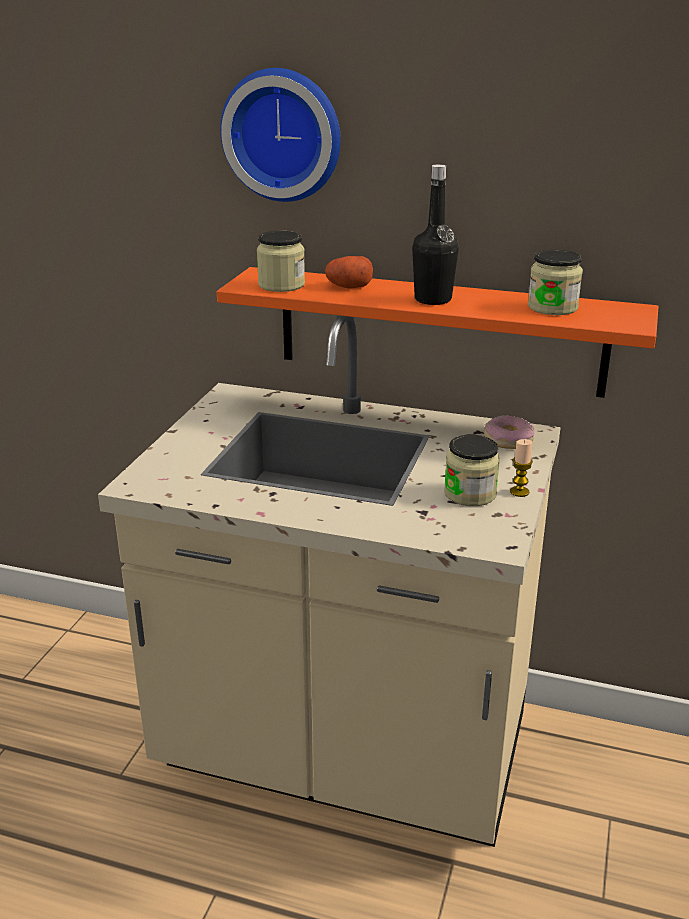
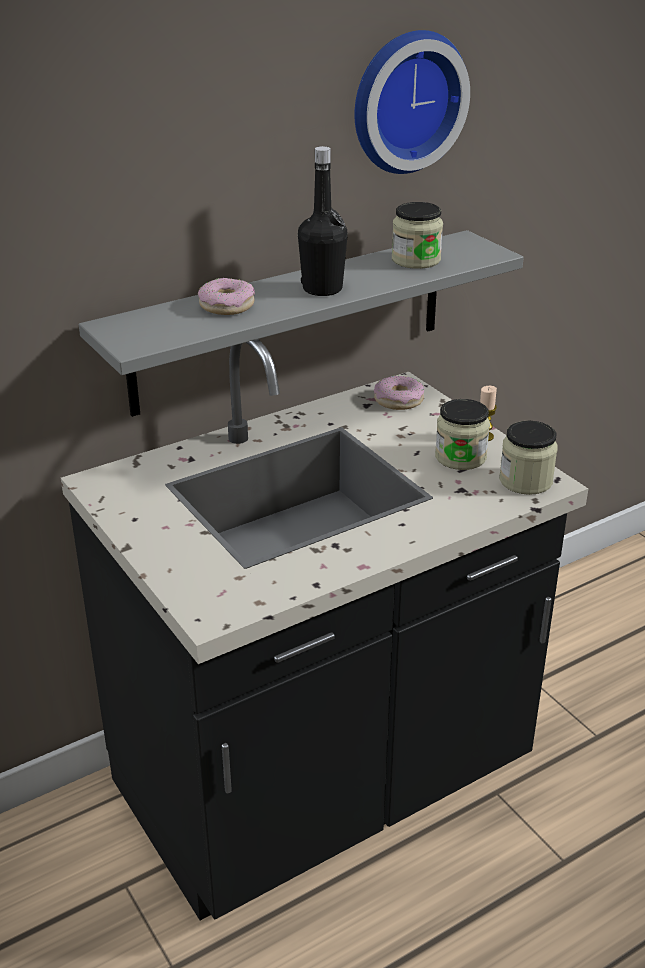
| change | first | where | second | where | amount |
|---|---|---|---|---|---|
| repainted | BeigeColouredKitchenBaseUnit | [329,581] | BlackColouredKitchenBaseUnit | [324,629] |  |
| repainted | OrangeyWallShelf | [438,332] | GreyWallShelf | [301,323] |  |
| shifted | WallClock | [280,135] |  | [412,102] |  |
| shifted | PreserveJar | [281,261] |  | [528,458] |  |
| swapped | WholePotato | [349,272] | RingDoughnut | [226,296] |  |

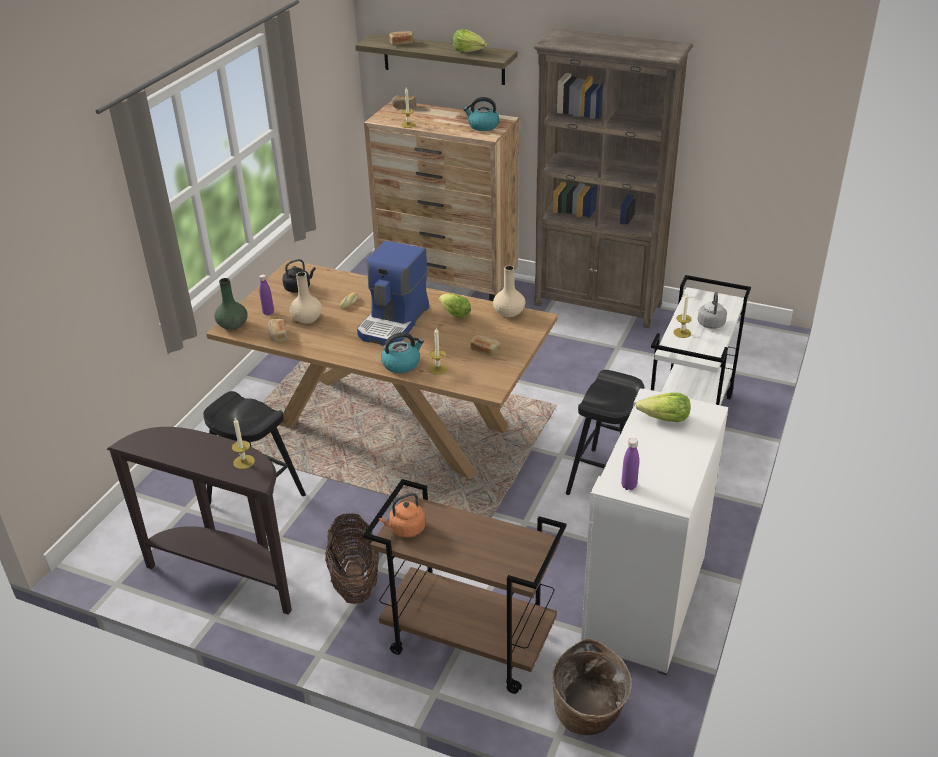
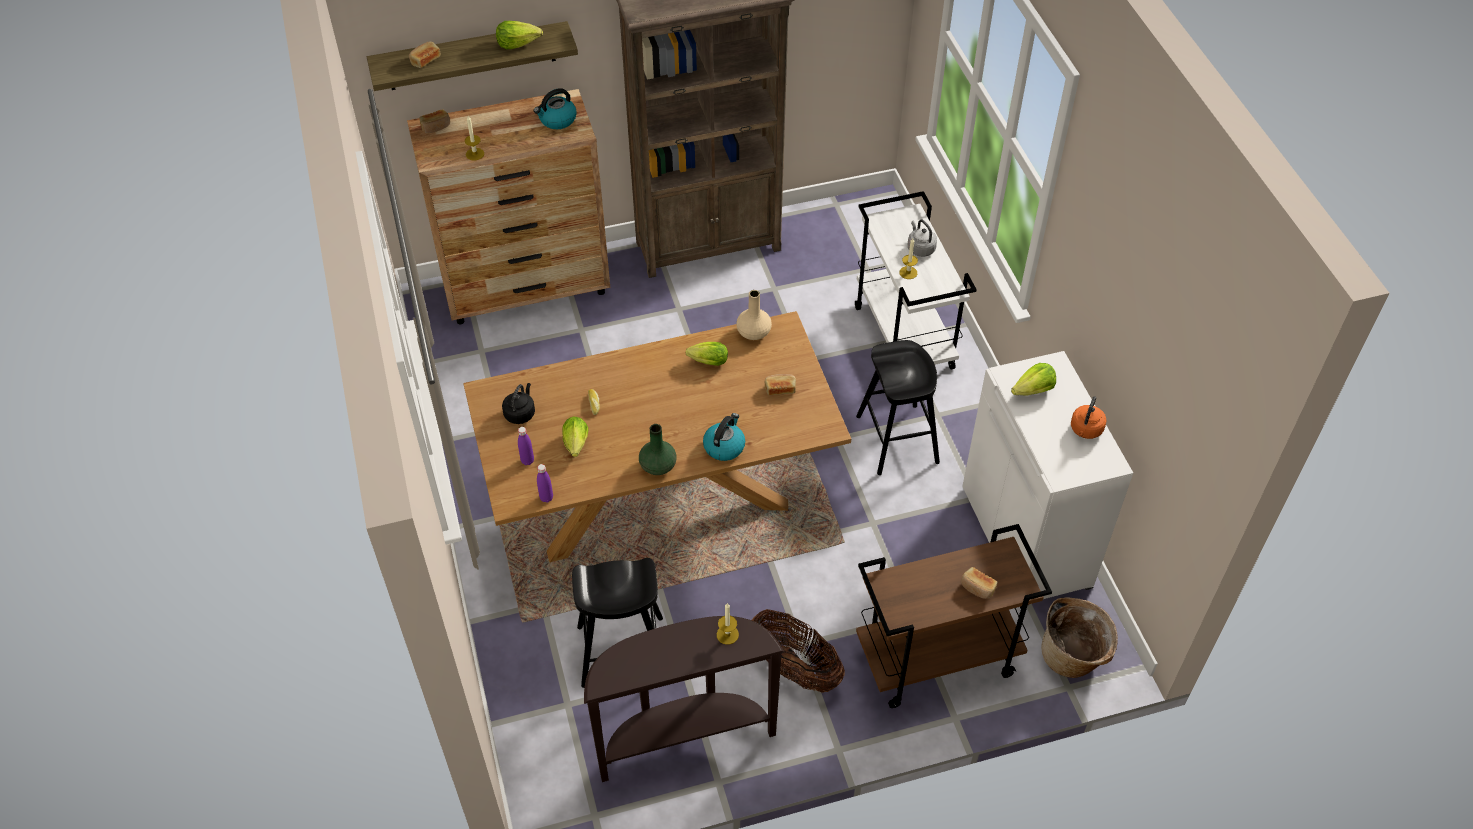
| change | first | where | second | where | amount |
|---|---|---|---|---|---|
| shifted | GreenishDecorativeVase | [230,304] |  | [658,449] |  |
| shifted | BakeryBread | [277,331] |  | [979,583] |  |
| swapped | BeigeColouredDecorativeVase | [306,298] | HeadOfLettuce | [575,437] |  |
| gone | CoffeeMachine | [393,293] |  |  |  |
| shifted | OrangeyTeaKettle | [402,515] |  | [1088,417] |  |
| gone | WaxCandle | [438,351] |  |  |  |
| shifted | PurplishBeverageBottle | [630,464] |  | [545,483] |  |

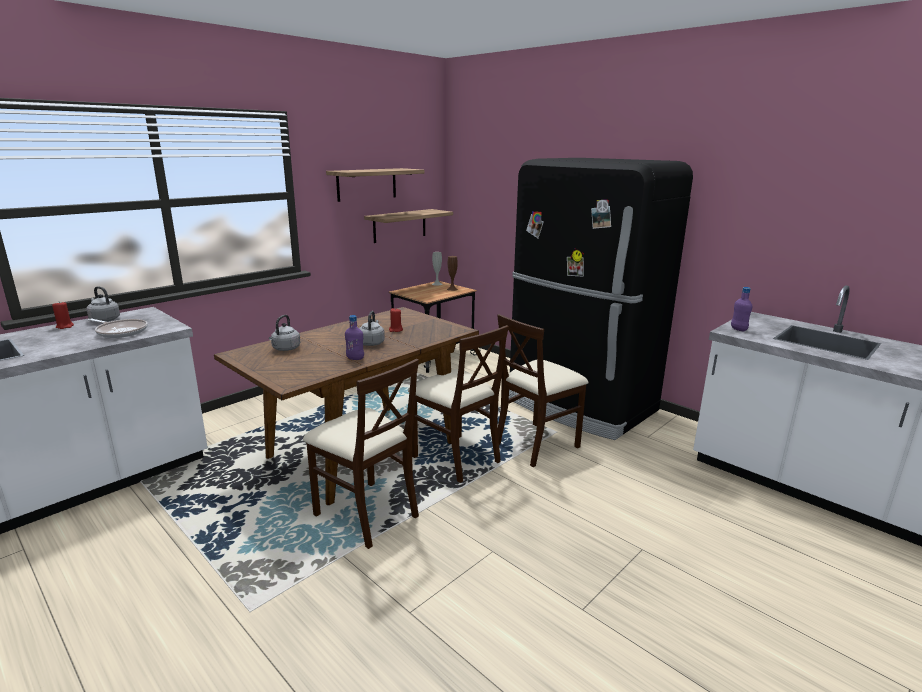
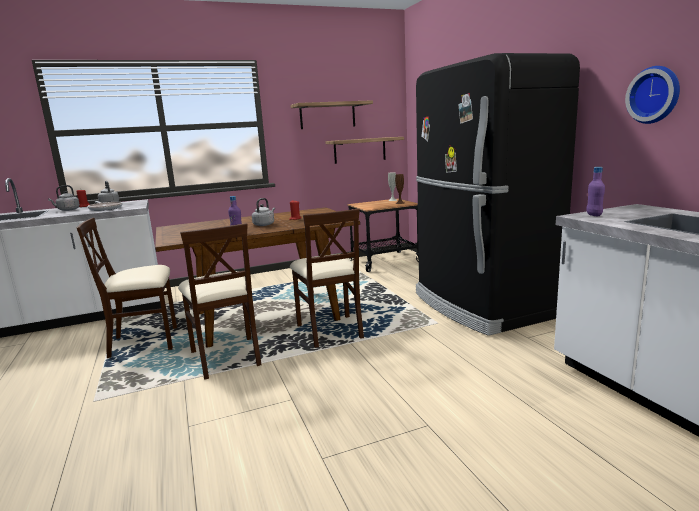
| change | first | where | second | where | amount |
|---|---|---|---|---|---|
| shifted | GreyTeaKettle | [284,333] |  | [64,198] |  |
| shifted | BeigeColouredPlainChair | [543,390] |  | [127,288] |  |
| new |  |  | WallClock | [652,95] |  |

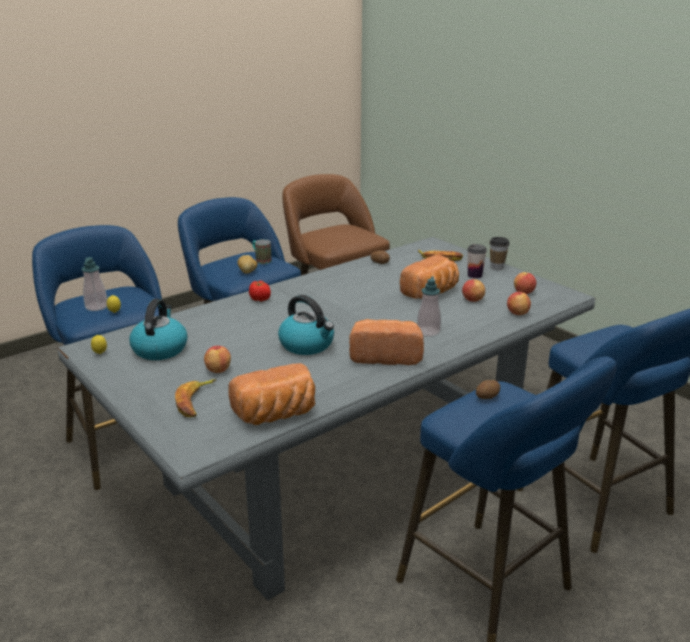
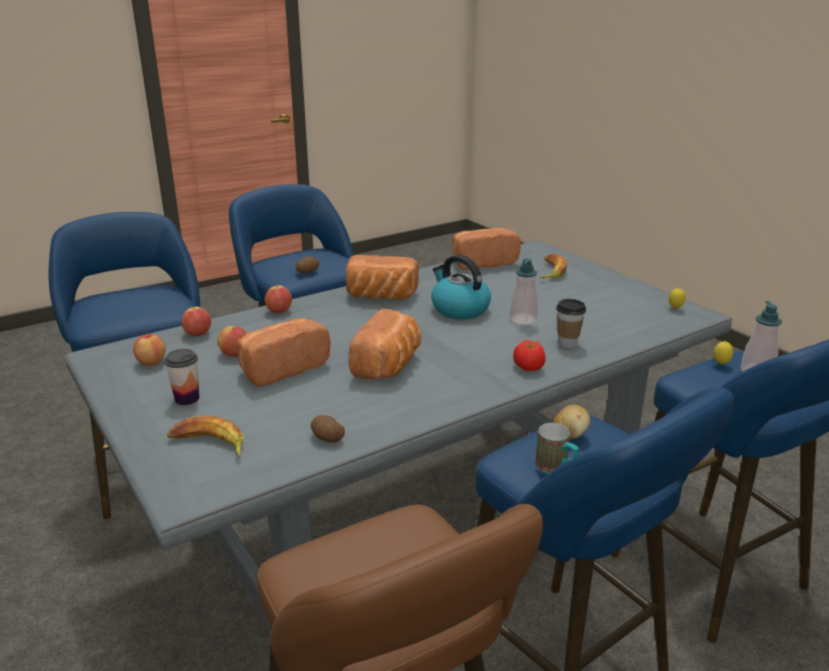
| change | first | where | second | where | amount |
|---|---|---|---|---|---|
| gone | TeaKettle | [158,329] |  |  |  |
| shifted | Apple | [217,359] |  | [278,299] |  |
| shifted | LiquidSoapBottle | [429,306] |  | [524,291] |  |
| shifted | DrinkingCup | [499,253] |  | [571,323] |  |
| new |  |  | BakeryBread | [385,343] |  |

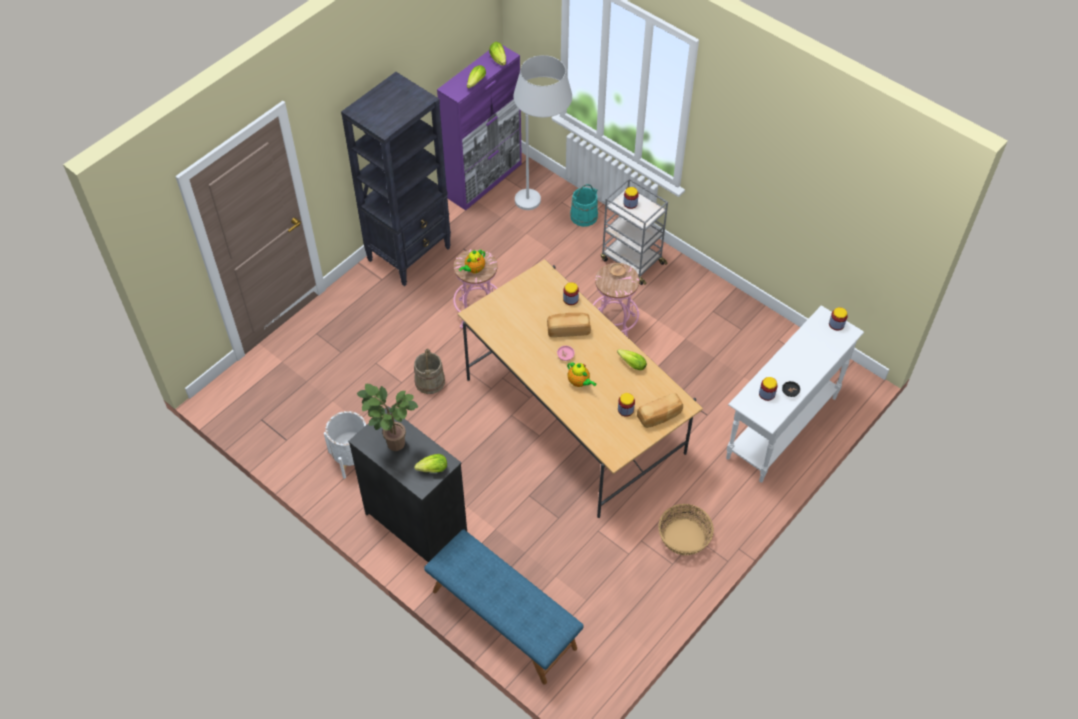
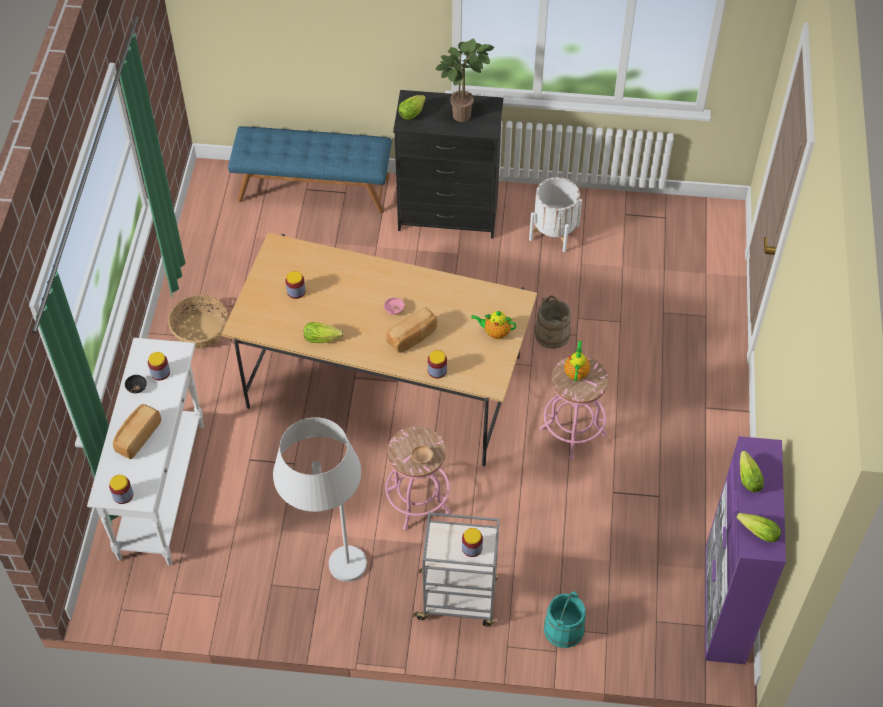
| change | first | where | second | where | amount |
|---|---|---|---|---|---|
| gone | BlackColouredShelvingUnit | [396,179] |  |  |  |
| shifted | WhiteStandingLamp | [543,132] |  | [320,499] |  |
| shifted | PotForTea | [581,374] |  | [493,325] |  |
| shifted | BakeryBread | [660,410] |  | [137,431] |  |

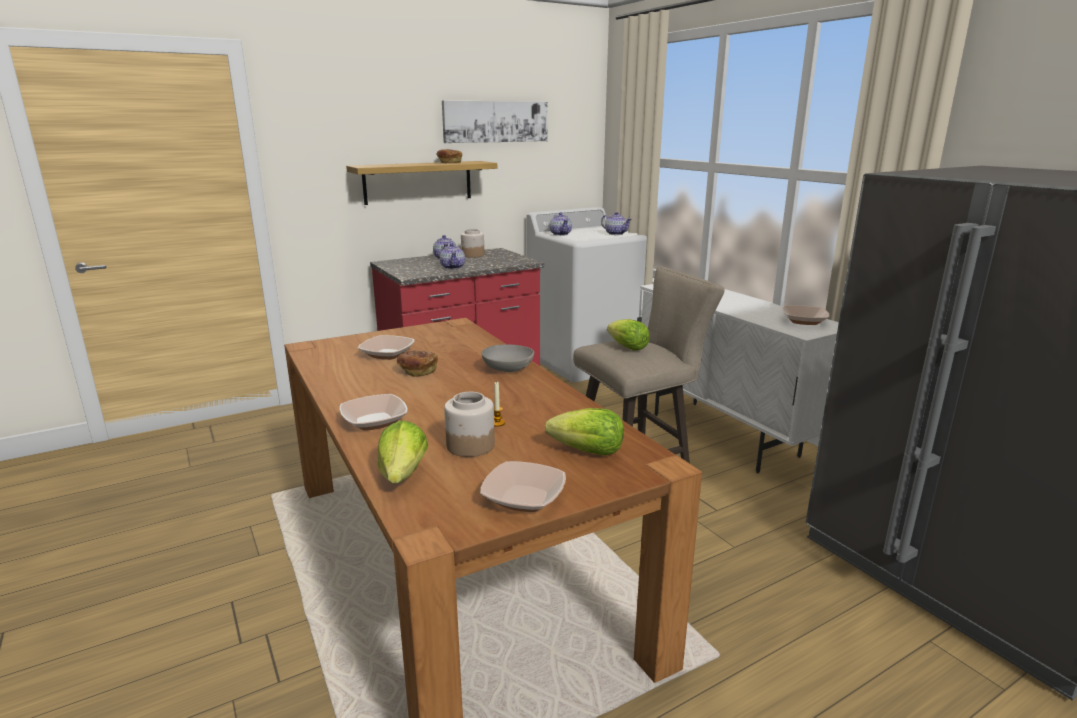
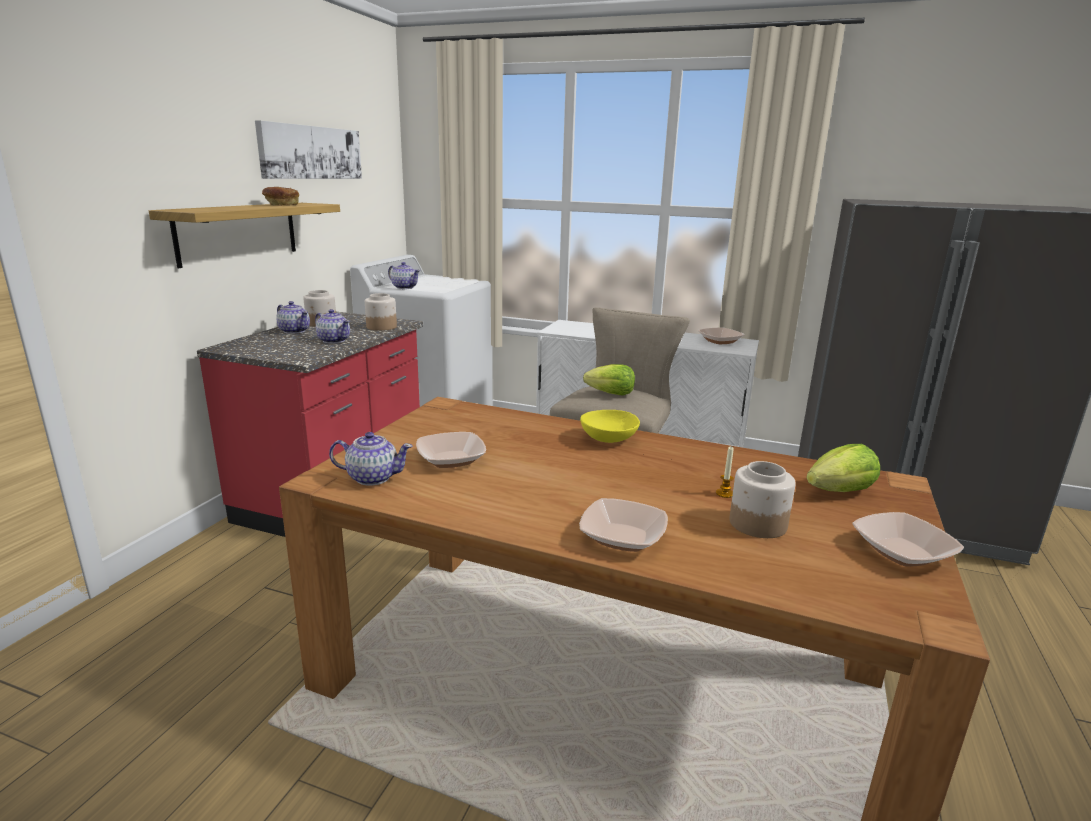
| change | first | where | second | where | amount |
|---|---|---|---|---|---|
| gone | HeadOfLettuce | [403,452] |  |  |  |
| gone | BakeryBread | [417,363] |  |  |  |
| repainted | GreyDeepDish | [507,358] | YellowishDeepDish | [610,426] |  |
| shifted | PotForTea | [616,223] |  | [371,459] |  |
| new |  |  | PreserveJar | [381,312] |  |

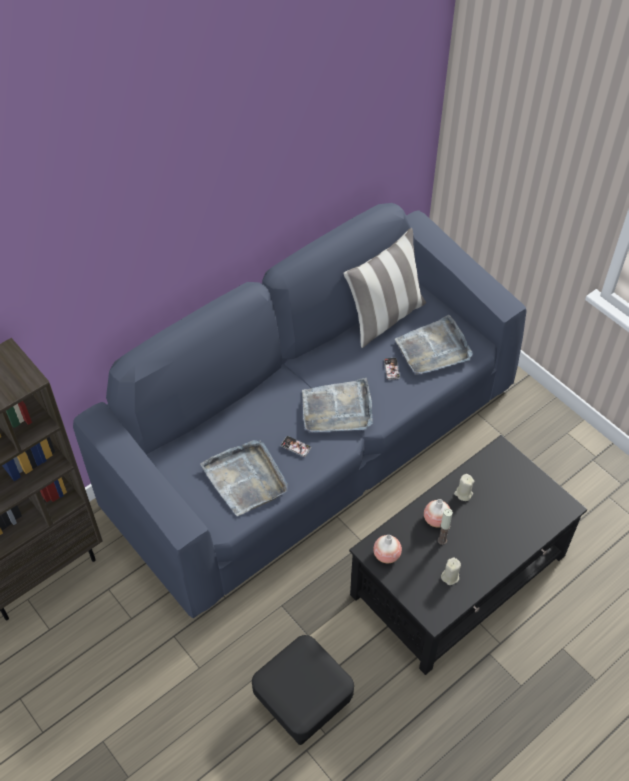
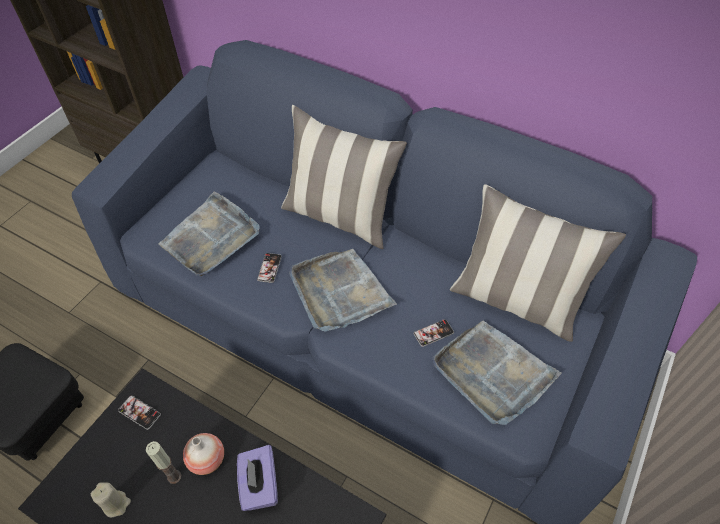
| change | first | where | second | where | amount |
|---|---|---|---|---|---|
| swapped | DecorativeVase | [387,549] | Phone | [139,412] |  |
| swapped | BeigeColouredWaxCandle | [464,487] | PurplishBoxOfTissues | [257,478] |  |
| new |  |  | Cushion | [344,177] |  |

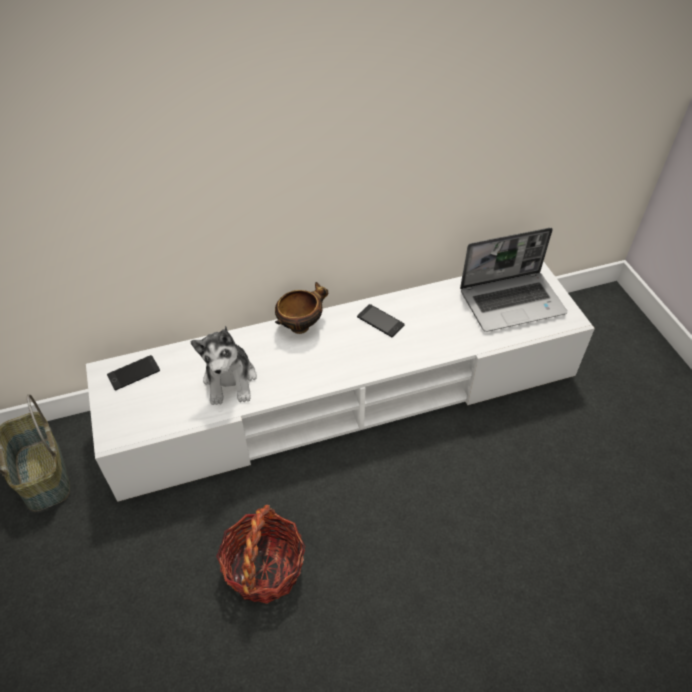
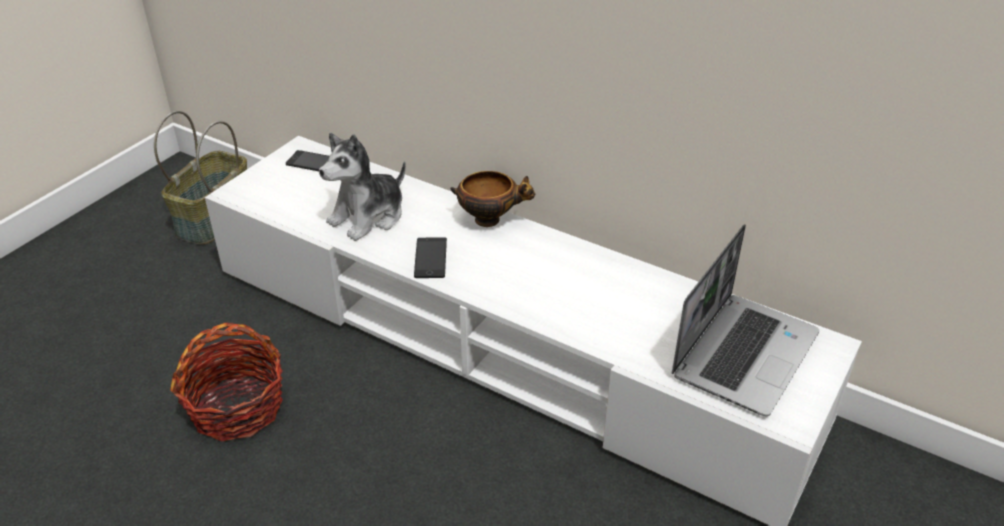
| change | first | where | second | where | amount |
|---|---|---|---|---|---|
| shifted | Phone | [381,320] |  | [430,257] |  |
| rotated | NotebookComputer | [514,280] |  | [746,320] | 90 degrees counterclockwise |

